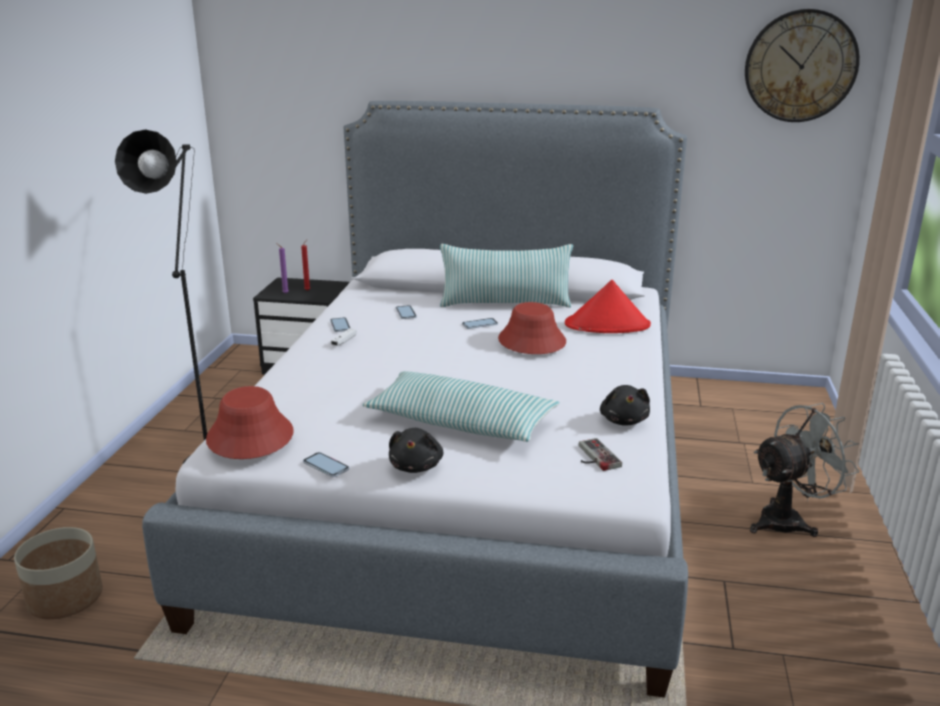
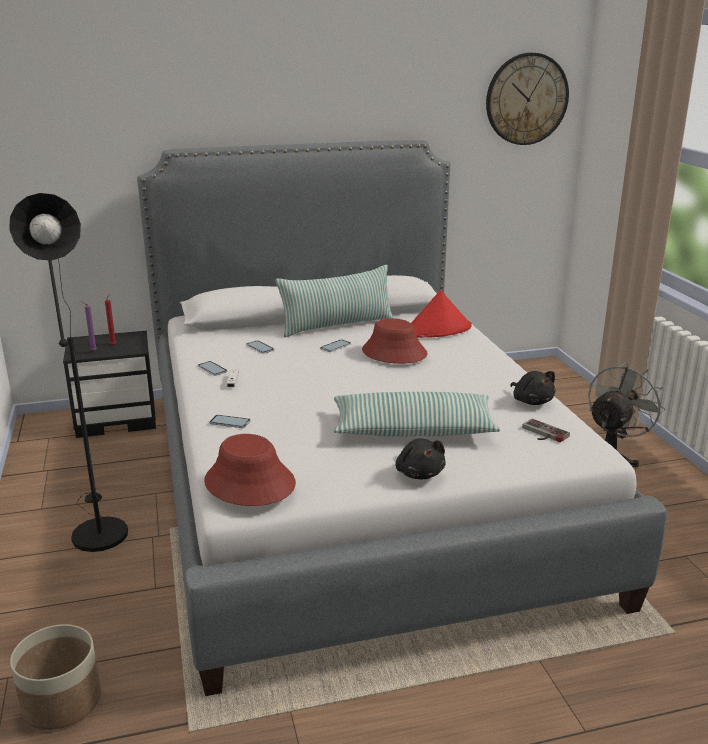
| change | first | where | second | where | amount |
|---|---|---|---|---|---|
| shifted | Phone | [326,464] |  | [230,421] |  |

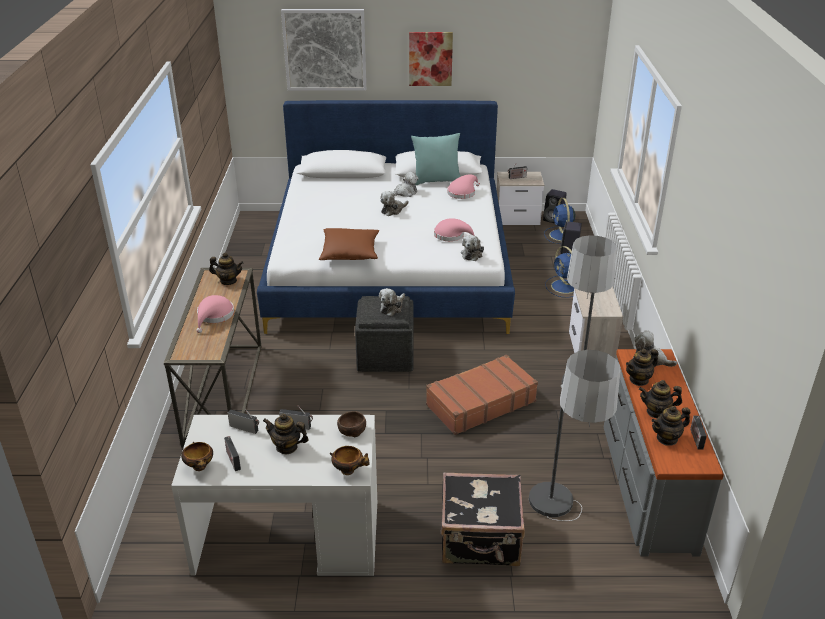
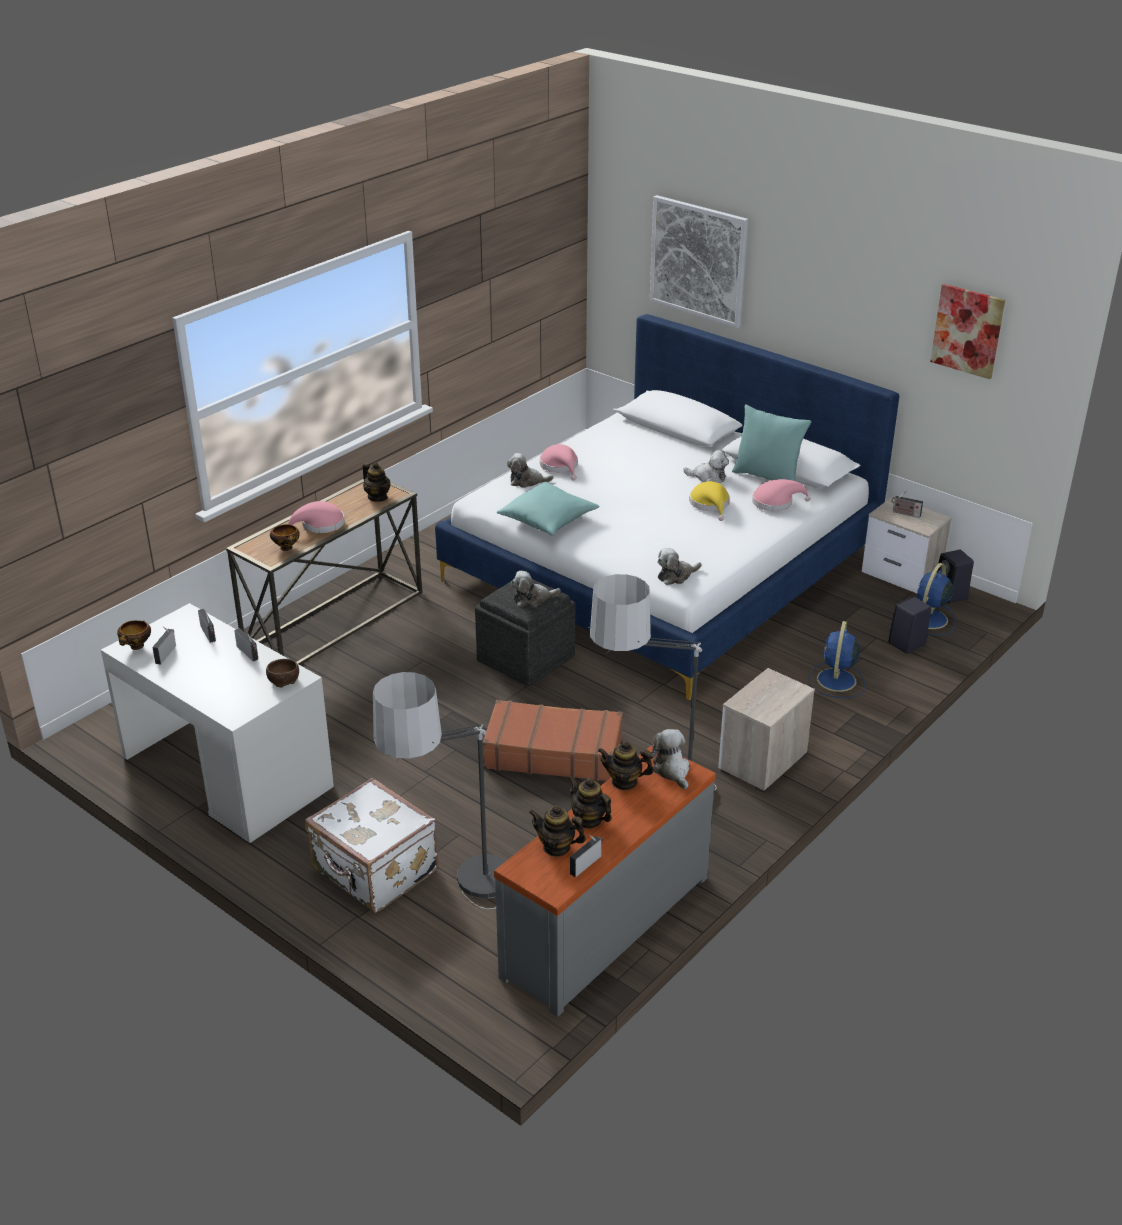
| change | first | where | second | where | amount |
|---|---|---|---|---|---|
| gone | PotForTea | [286,434] |  |  |  |
| repainted | BrownColouredCushion | [349,244] | TurquoiseColouredCushion | [548,508] |  |
| shifted | DeepDish | [350,460] |  | [285,537] |  |
| shifted | CuddlyToy | [394,203] |  | [530,470] |  |
| shifted | WallArt | [431,59] |  | [967,331] |  |
| shifted | PinkHat | [454,229] |  | [559,462] |  |
| repainted | BlackColouredTravelCase | [483,519] | WhiteTravelCase | [372,845] |  |
| new |  |  | YellowishHat | [709,501] |  |

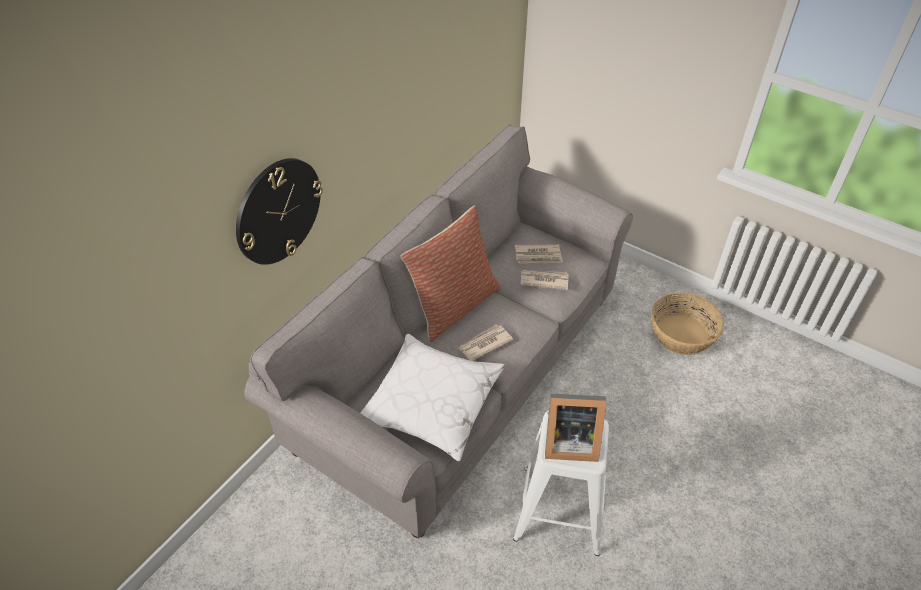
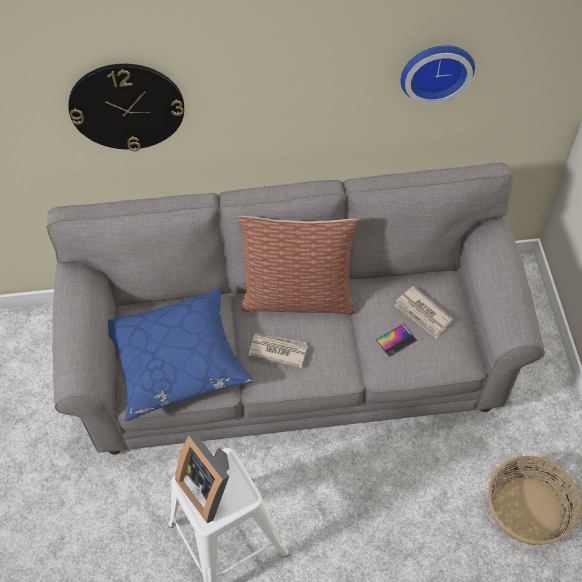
| change | first | where | second | where | amount |
|---|---|---|---|---|---|
| repainted | WhiteCushion | [432,397] | BlueColouredCushion | [180,354] |  |
| swapped | Newspaper | [545,280] | Phone | [396,340] |  |
| new |  |  | WallClock | [438,75] |  |

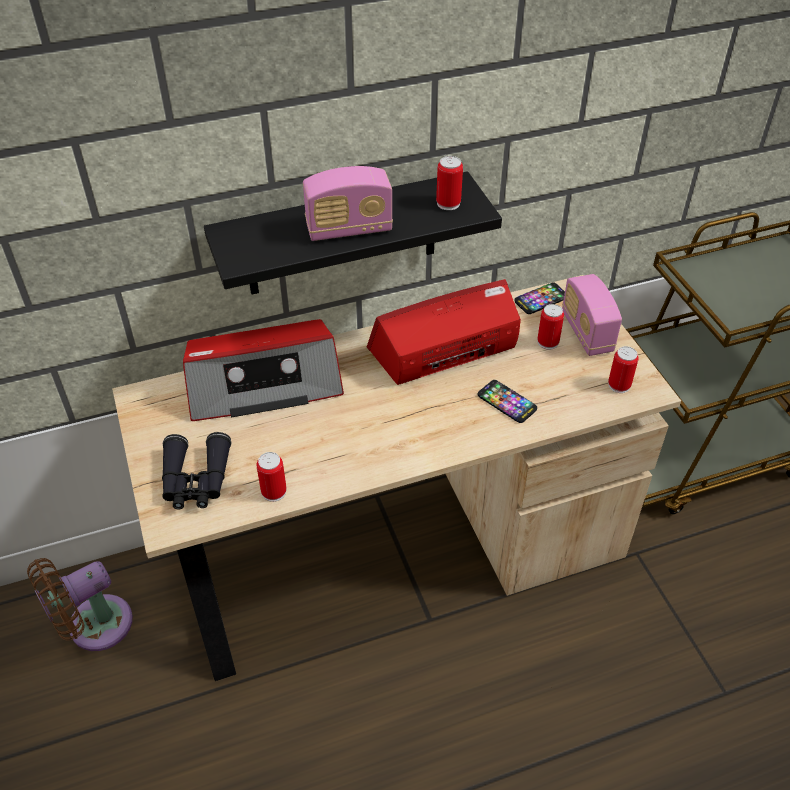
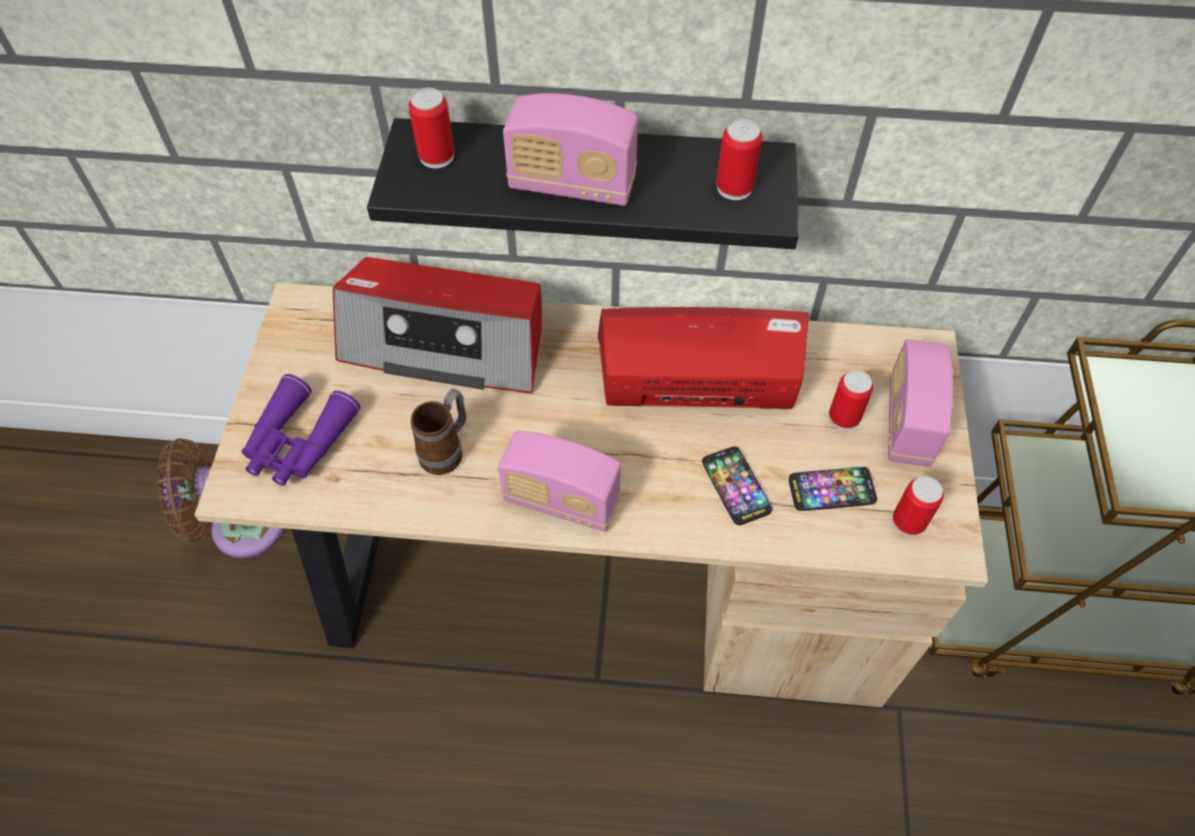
| change | first | where | second | where | amount |
|---|---|---|---|---|---|
| repainted | BlackColouredBinoculars | [196,470] | PurplishBinoculars | [301,430] |  |
| shifted | MetalCan | [271,477] |  | [431,128] |  |
| shifted | Phone | [539,298] |  | [833,489] |  |
| new |  |  | CoffeeMug | [438,432] |  |
| new |  |  | RadioSet | [559,481] |  |

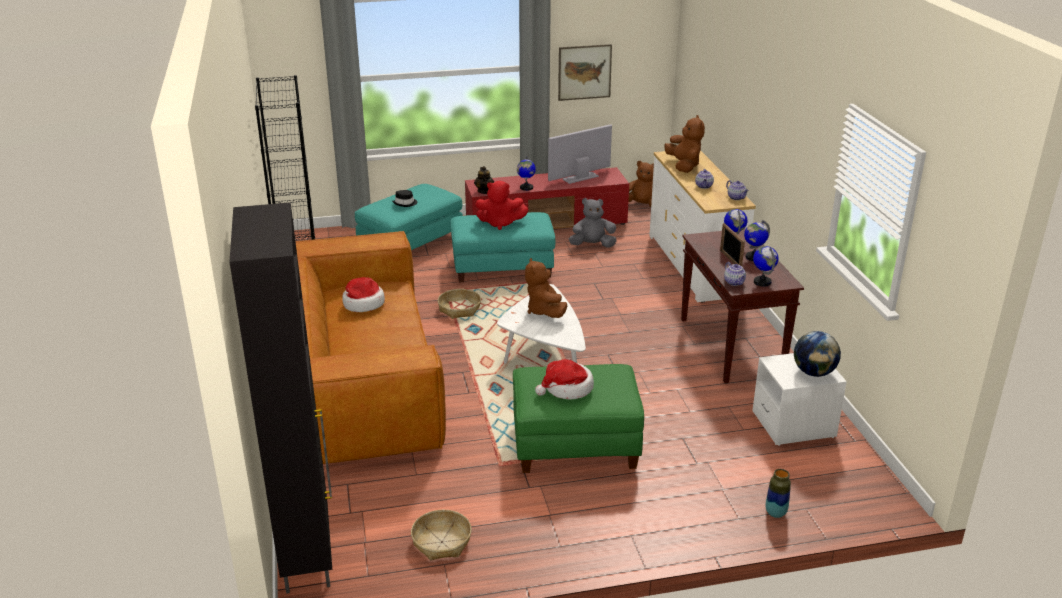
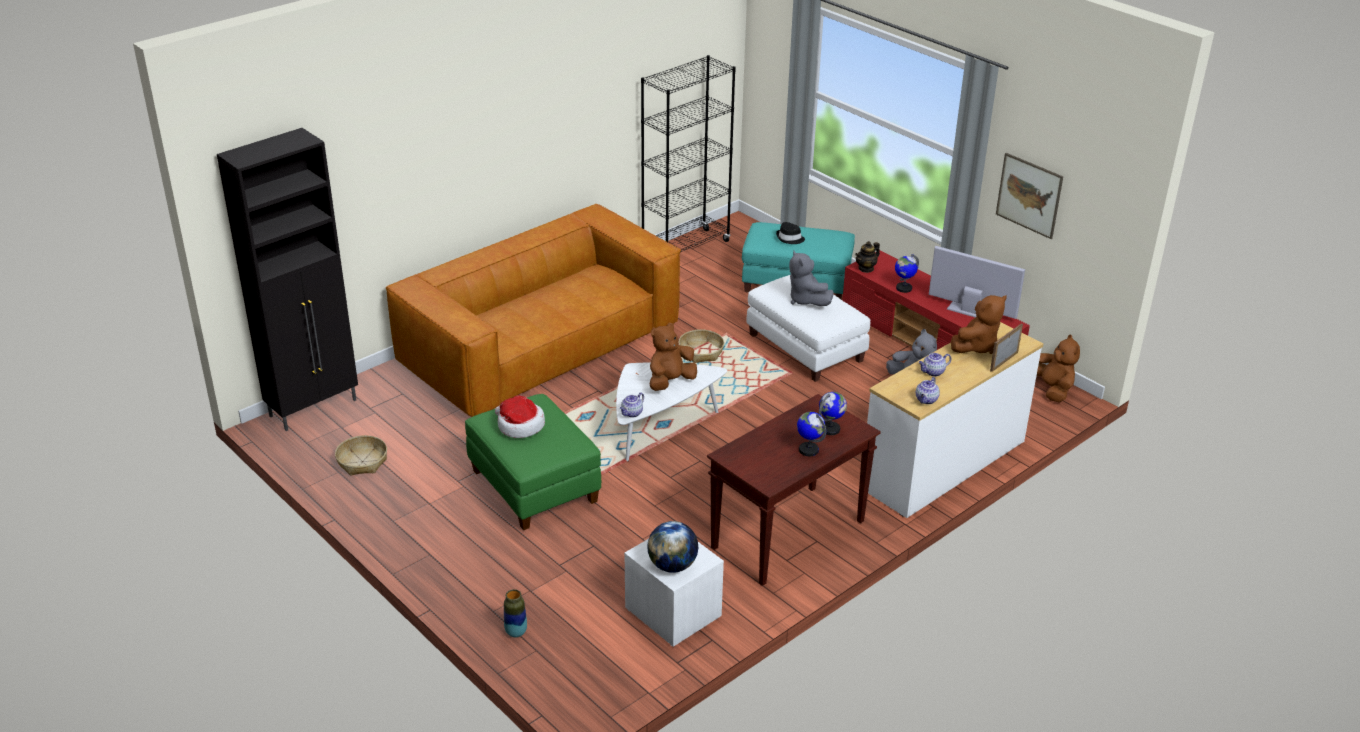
| change | first | where | second | where | amount |
|---|---|---|---|---|---|
| gone | Hat | [364,294] |  |  |  |
| repainted | TurquoiseColouredOttoman | [503,247] | WhiteOttoman | [808,328] |  |
| repainted | RedColouredCuddlyToy | [501,205] | GreyCuddlyToy | [811,278] |  |
| shifted | PhotoFrame | [732,244] |  | [1006,348] |  |
| shifted | PotForTea | [735,274] |  | [632,405] |  |
| gone | Globe | [765,266] |  |  |  |

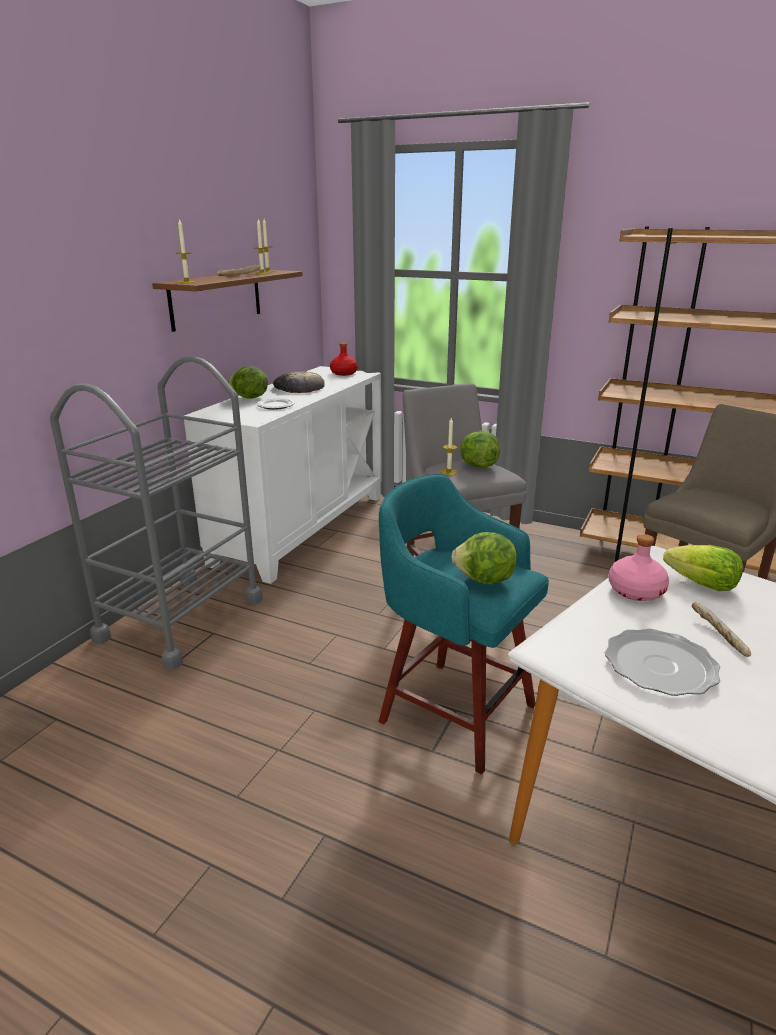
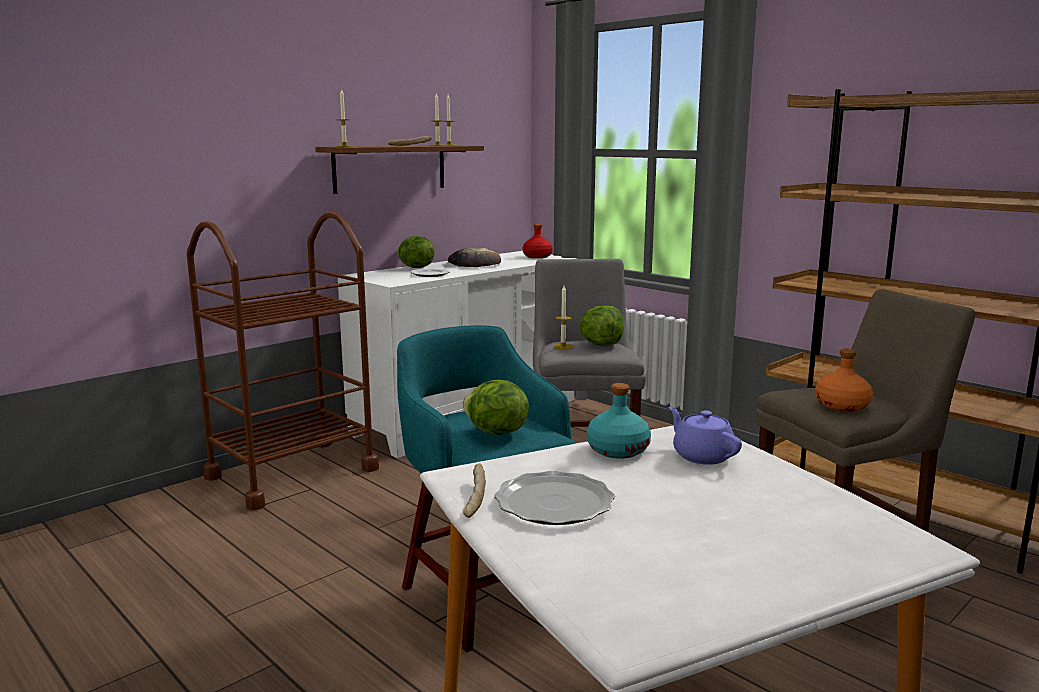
| change | first | where | second | where | amount |
|---|---|---|---|---|---|
| repainted | GreyCart | [156,513] | BrownColouredCart | [283,361] |  |
| repainted | PinkBeverageBottle | [639,567] | TurquoiseColouredBeverageBottle | [619,421] |  |
| swapped | HeadOfLettuce | [703,568] | PurplishPotForTea | [705,436] |  |
| shifted | BakeryBread | [721,629] |  | [474,490] |  |
| new |  |  | OrangeyBeverageBottle | [844,380] |  |

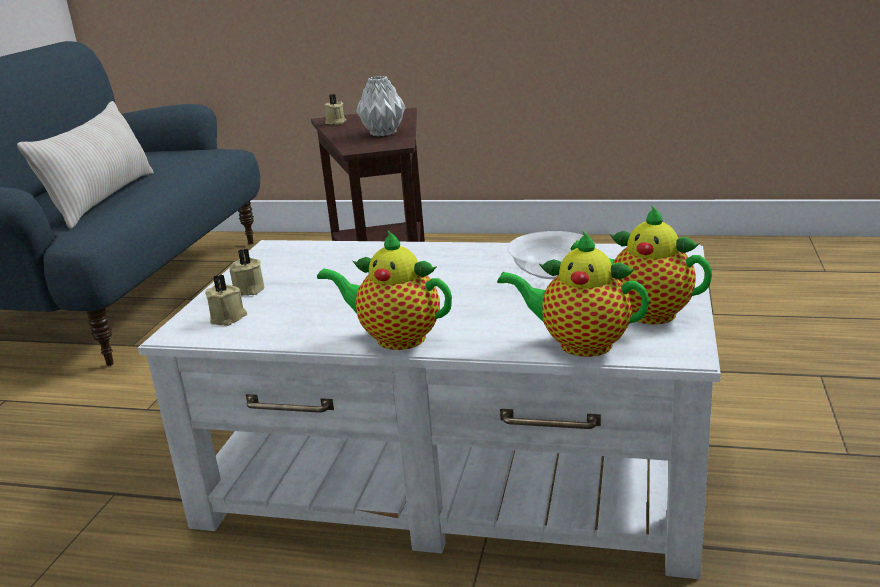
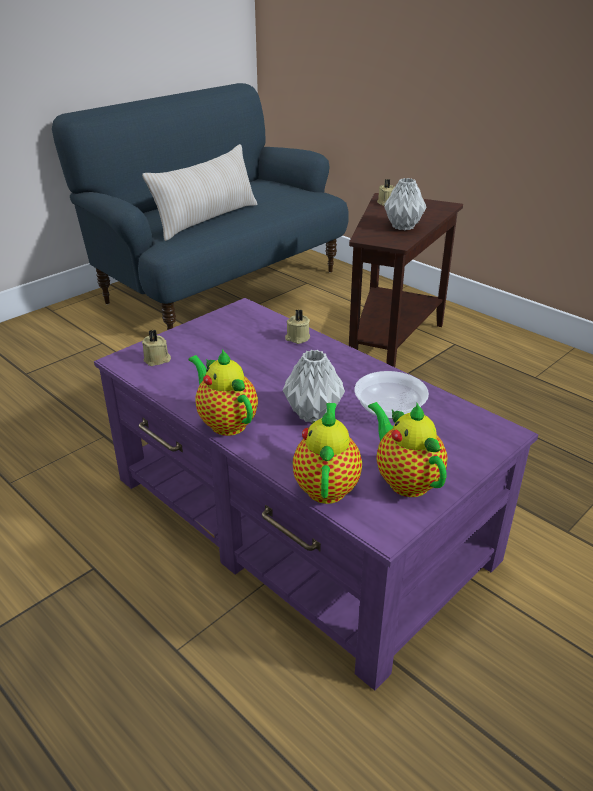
| change | first | where | second | where | amount |
|---|---|---|---|---|---|
| repainted | WhiteLowTable | [429,409] | PurplishLowTable | [316,494] |  |
| shifted | BeigeColouredWaxCandle | [246,272] |  | [297,327] |  |
| rotated | PotForTea | [573,294] |  | [327,453] | 45 degrees clockwise |
| new |  |  | GreyDecorativeVase | [314,386] |  |

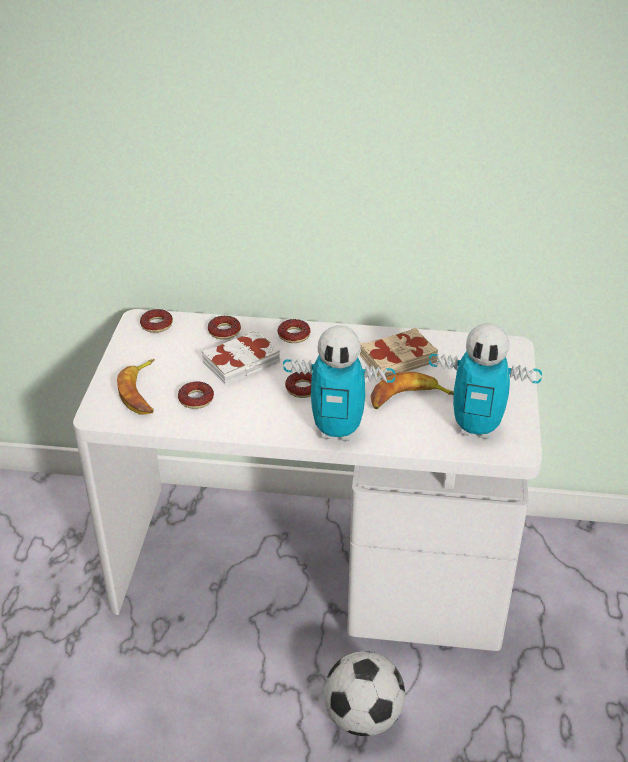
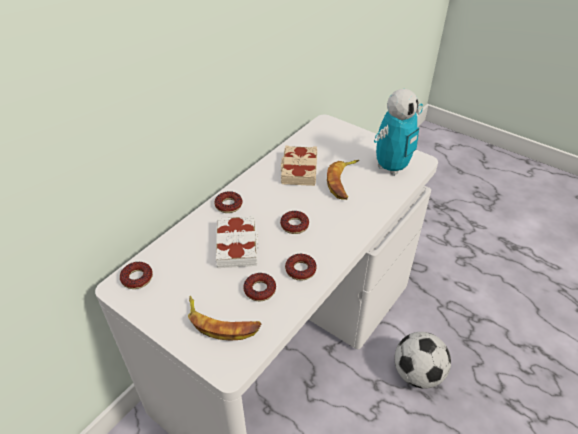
| change | first | where | second | where | amount |
|---|---|---|---|---|---|
| shifted | RingDoughnut | [224,328] |  | [301,267] |  |
| gone | RobotFigure | [339,383] |  |  |  |

